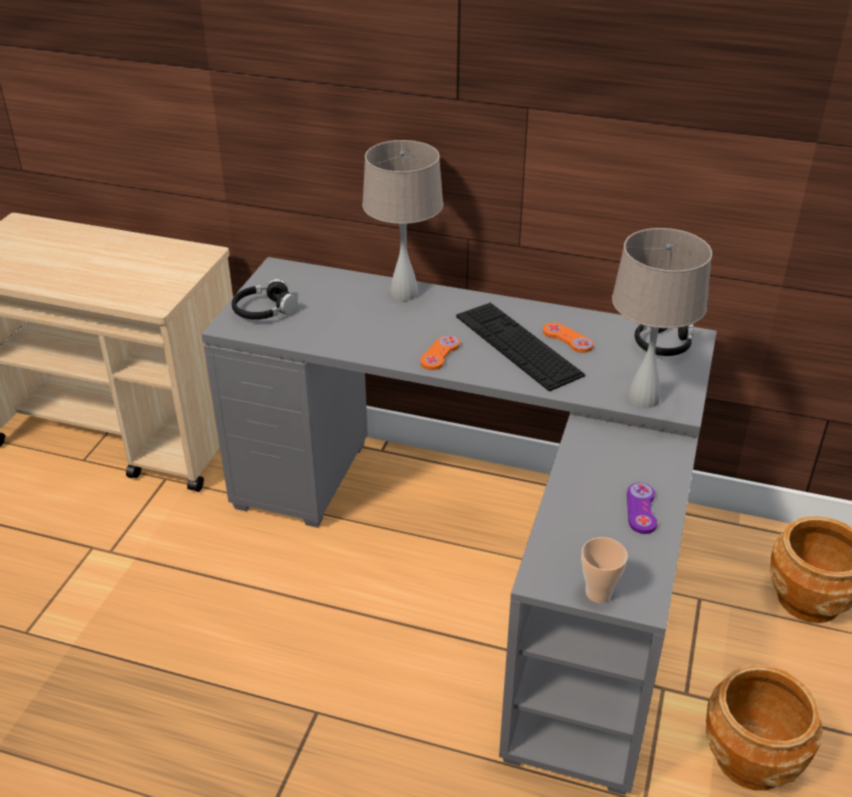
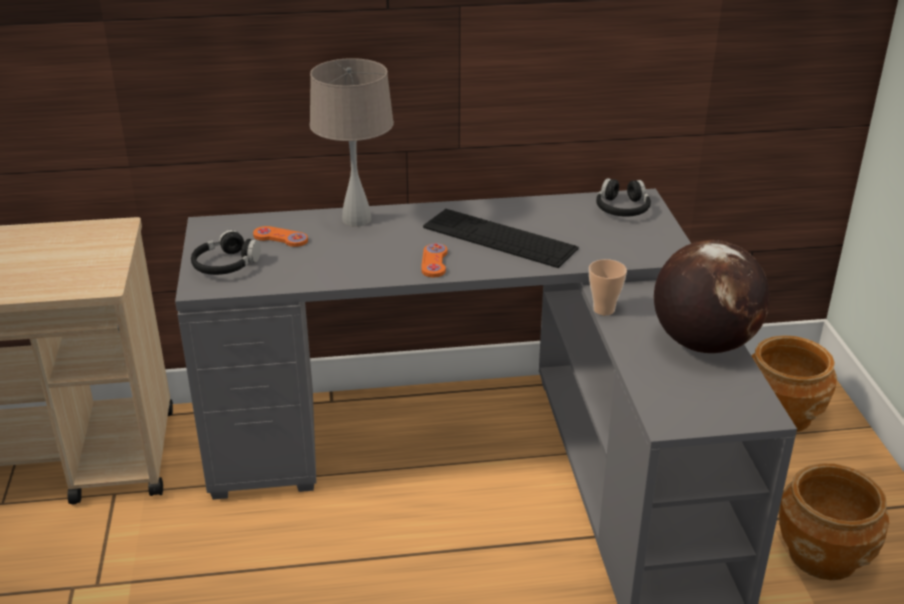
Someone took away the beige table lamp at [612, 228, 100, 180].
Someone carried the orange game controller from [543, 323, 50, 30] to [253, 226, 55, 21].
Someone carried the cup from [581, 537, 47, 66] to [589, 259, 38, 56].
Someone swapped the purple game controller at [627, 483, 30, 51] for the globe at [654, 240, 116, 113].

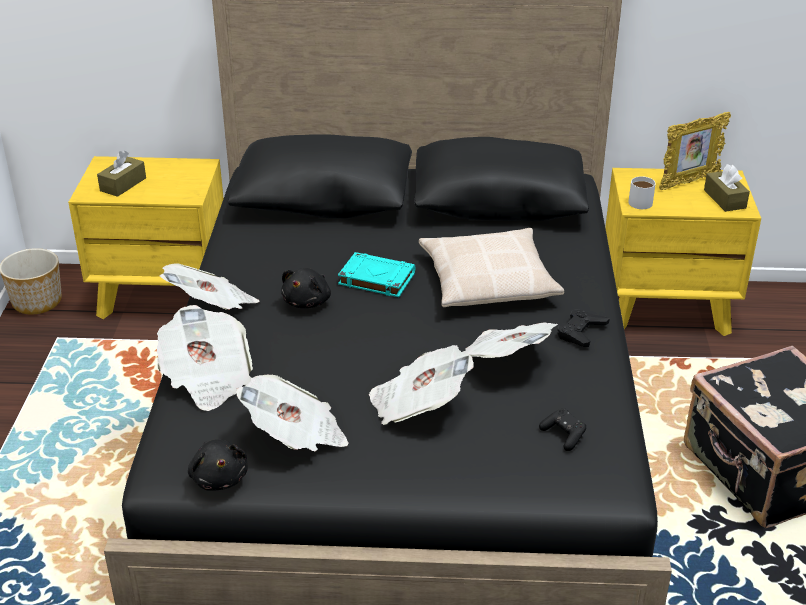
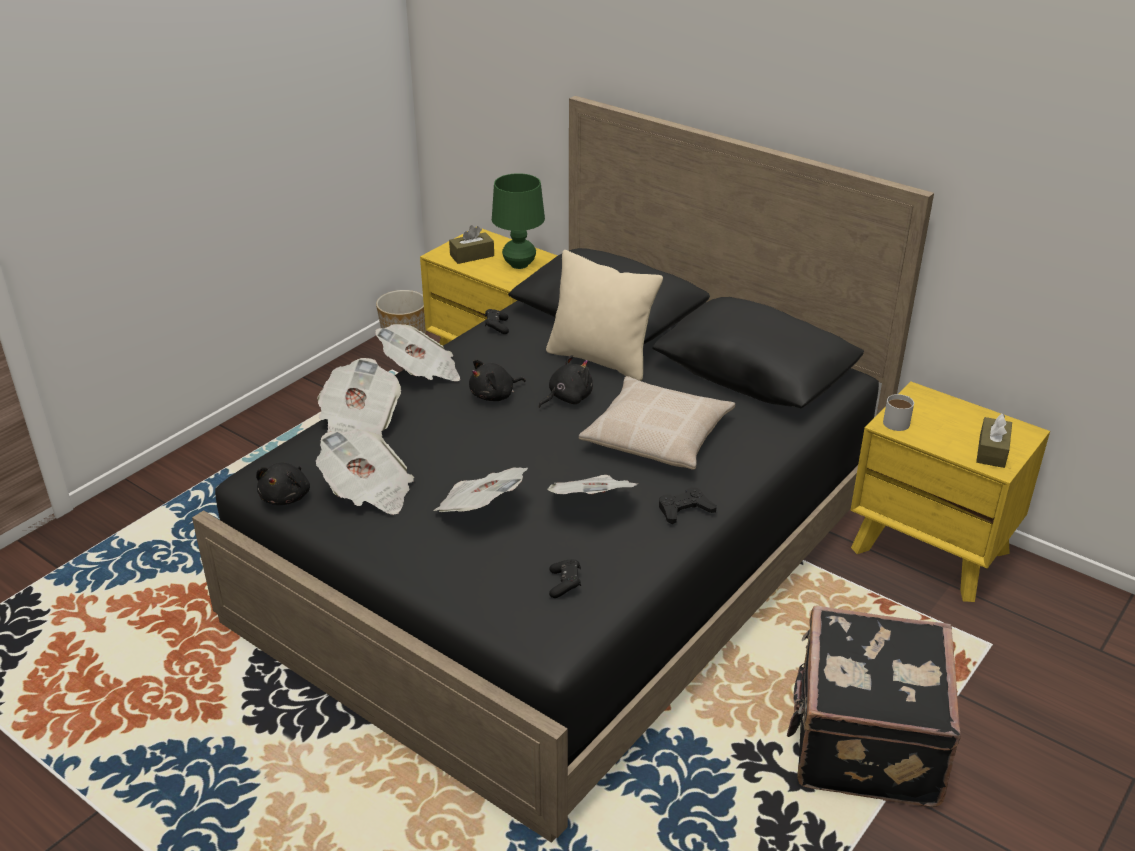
Someone took away the picture frame at [659, 112, 72, 78].
Someone put down the black game controller at [485, 309, 24, 25].
Someone put down the green table lamp at [492, 173, 53, 96].
Someone put down the beige pillow at [546, 250, 117, 131].
Someone swapped the turquoise book at [338, 252, 77, 45] for the black plush toy at [538, 355, 55, 53].

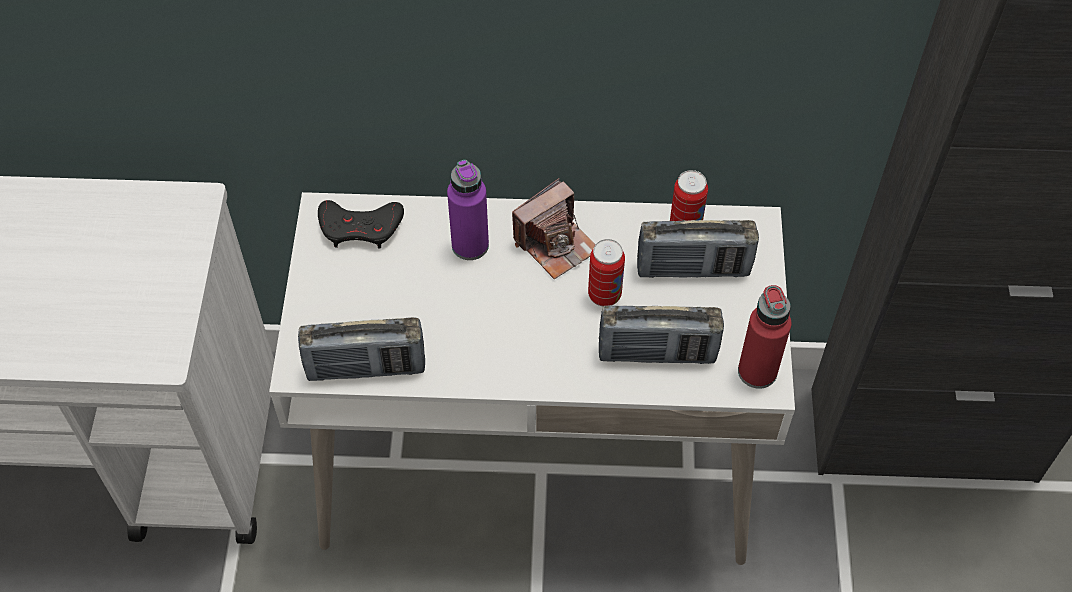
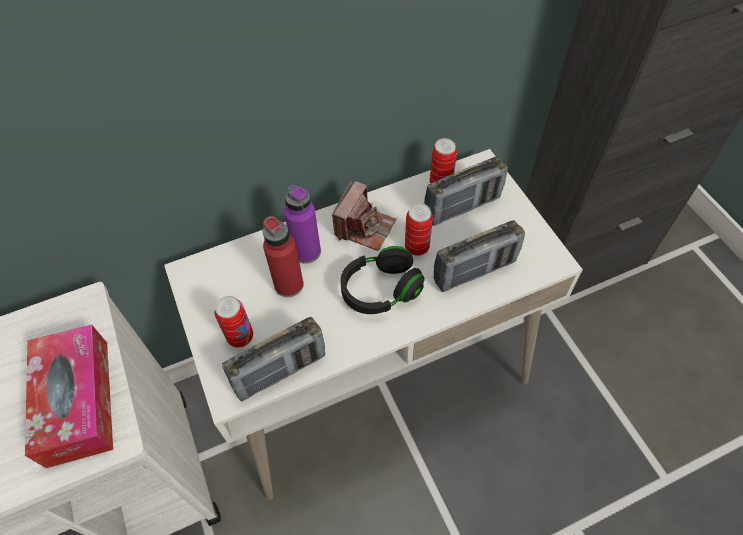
Someone took away the black game controller at [318, 200, 86, 49].
Someone put down the tissue box at [25, 325, 88, 143].
Someone put down the can at [215, 296, 38, 52].
Someone put down the black headphones at [340, 246, 85, 68].
Someone carried the red bottle from [738, 285, 53, 104] to [263, 216, 41, 81].

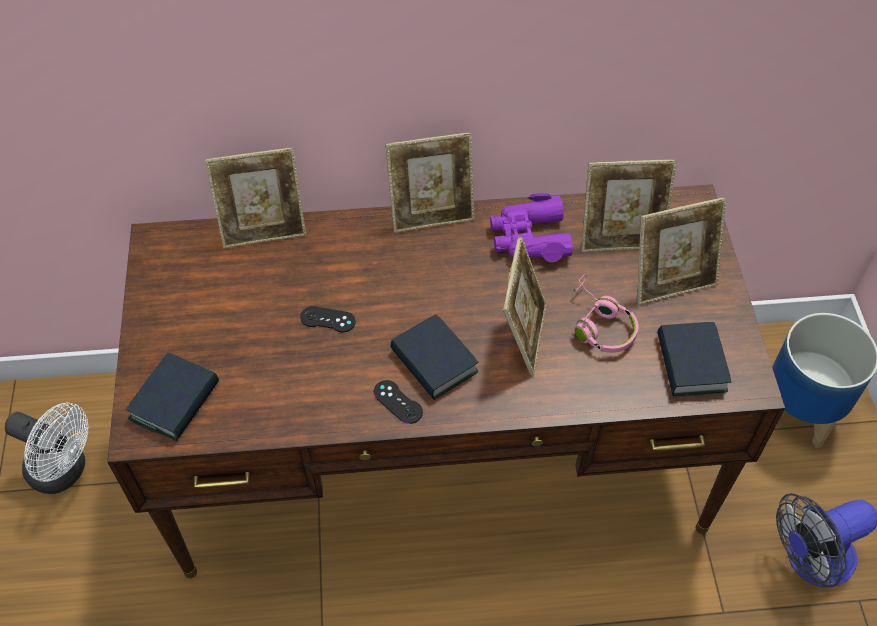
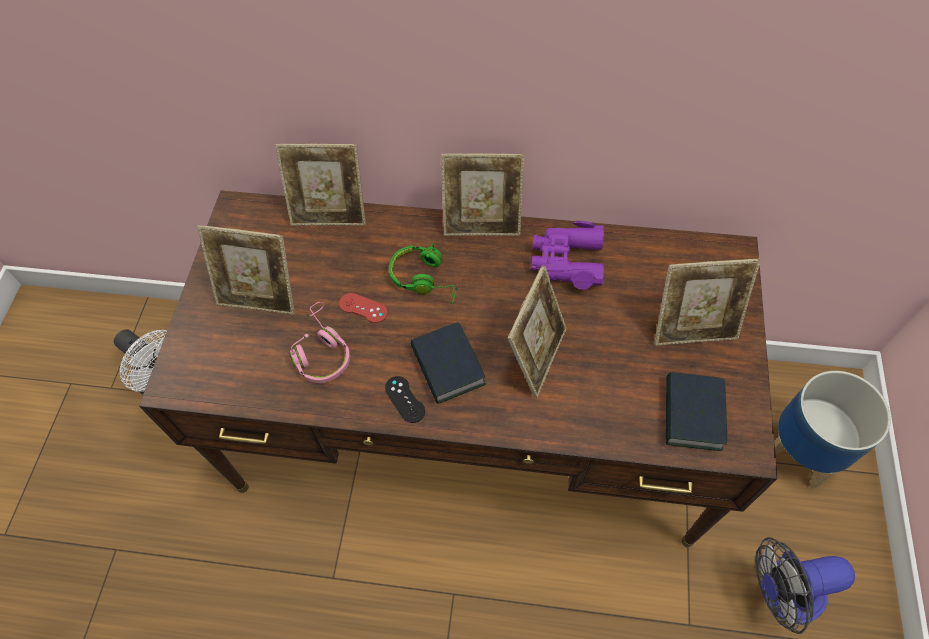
Someone took away the book at [126, 353, 93, 88].
Someone put down the green headphones at [389, 243, 69, 61].
Someone carried the pink headphones from [572, 274, 67, 79] to [289, 302, 61, 81].
Someone carried the picture frame from [581, 159, 96, 93] to [197, 225, 98, 90].
Someone repainted the black game controller at [300, 306, 56, 26], which became the red game controller at [339, 293, 49, 30].

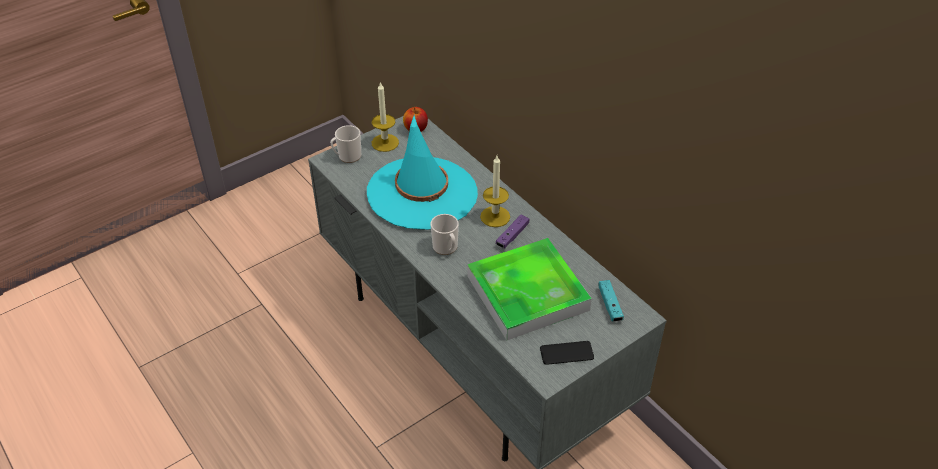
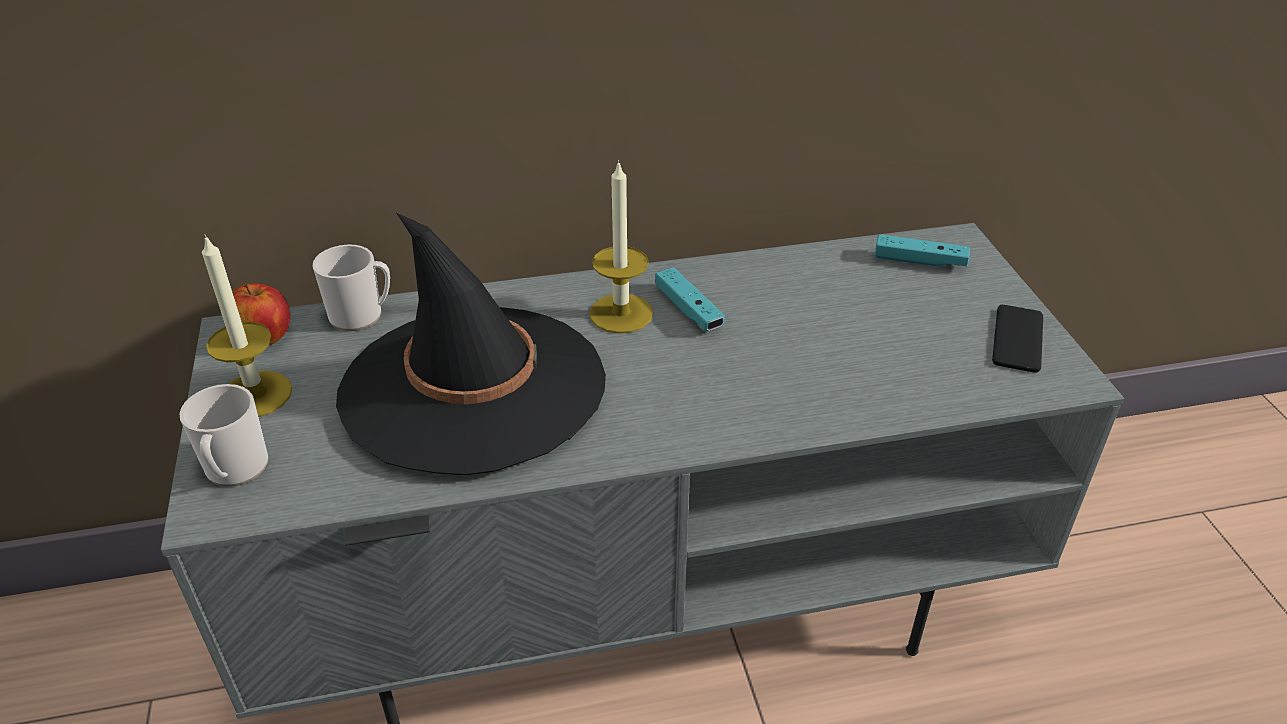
Someone took away the tray at [467, 238, 125, 103].
Someone carried the mug from [430, 214, 29, 41] to [313, 245, 77, 86].
Someone repainted the turquoise hat at [367, 116, 111, 114], which became the black hat at [336, 212, 270, 263].
Someone repainted the purple game controller at [496, 215, 33, 34], which became the turquoise game controller at [655, 267, 70, 64].

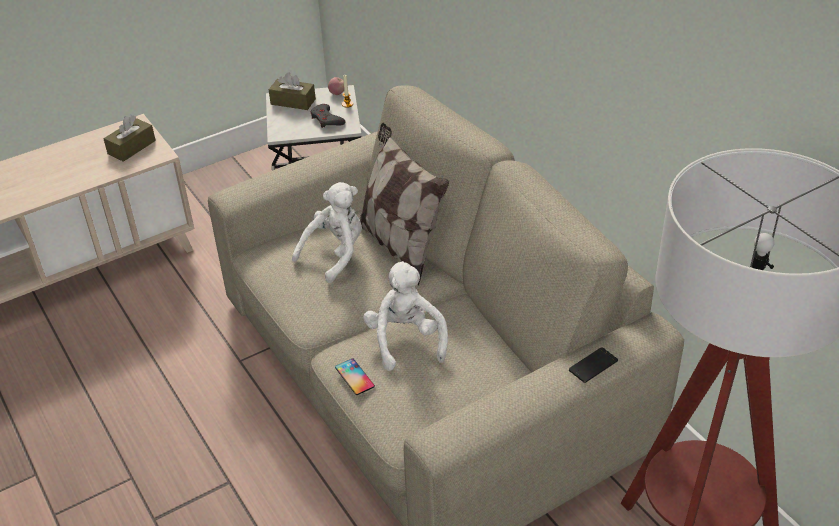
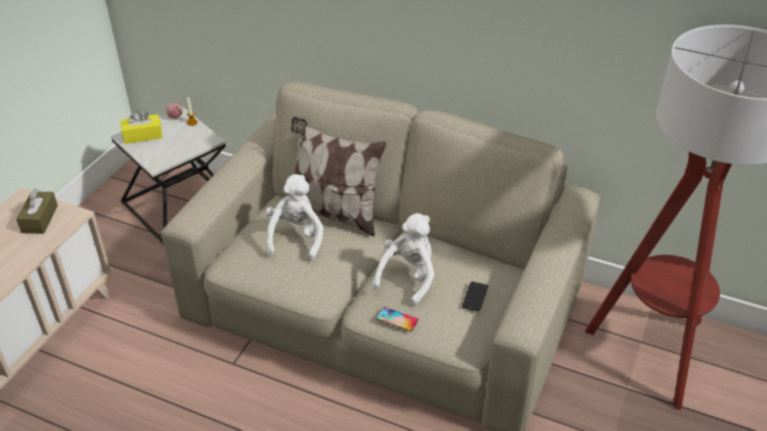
Someone took away the grey game controller at [310, 104, 35, 24].
Someone carried the phone from [569, 347, 49, 36] to [462, 281, 26, 31].
Someone repainted the brown tissue box at [269, 72, 47, 38], which became the yellow tissue box at [121, 110, 42, 34].
Someone rotated the white plush toy at [363, 261, 85, 110] by 75 degrees clockwise.

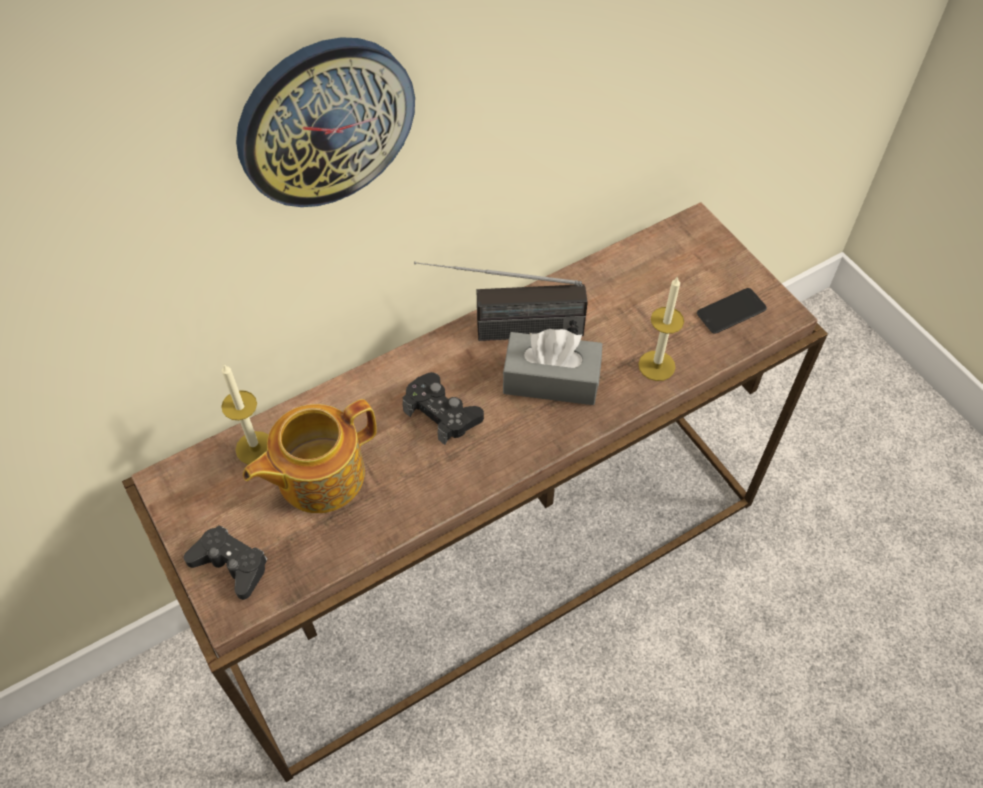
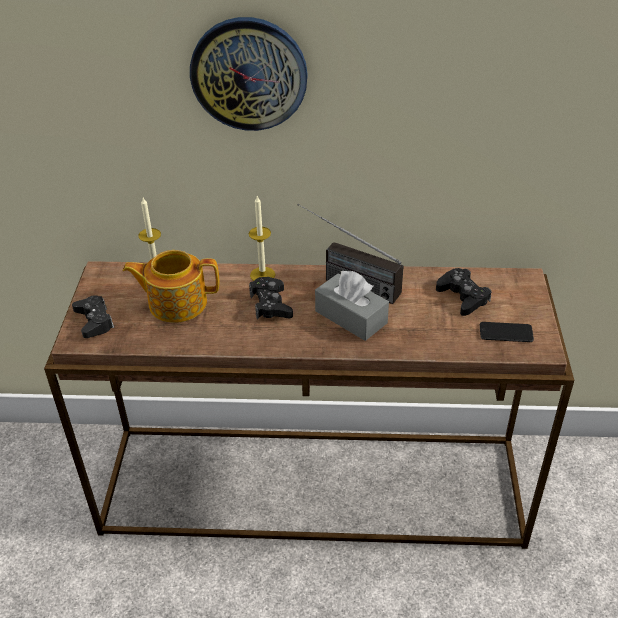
Someone put down the black game controller at [436, 268, 55, 48].
Someone carried the candle from [638, 276, 46, 105] to [249, 196, 26, 85].

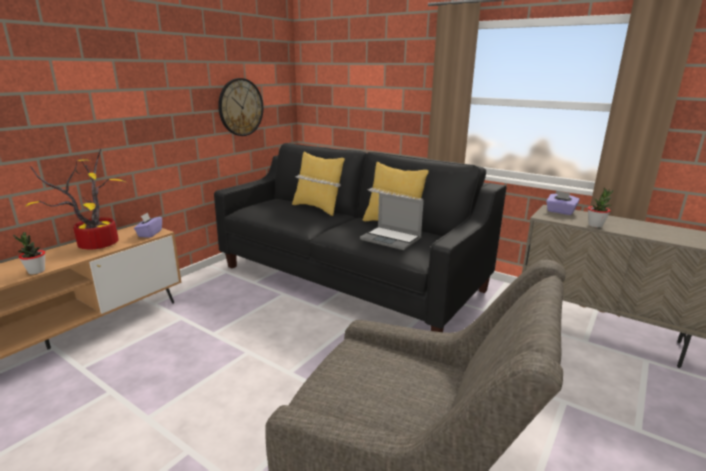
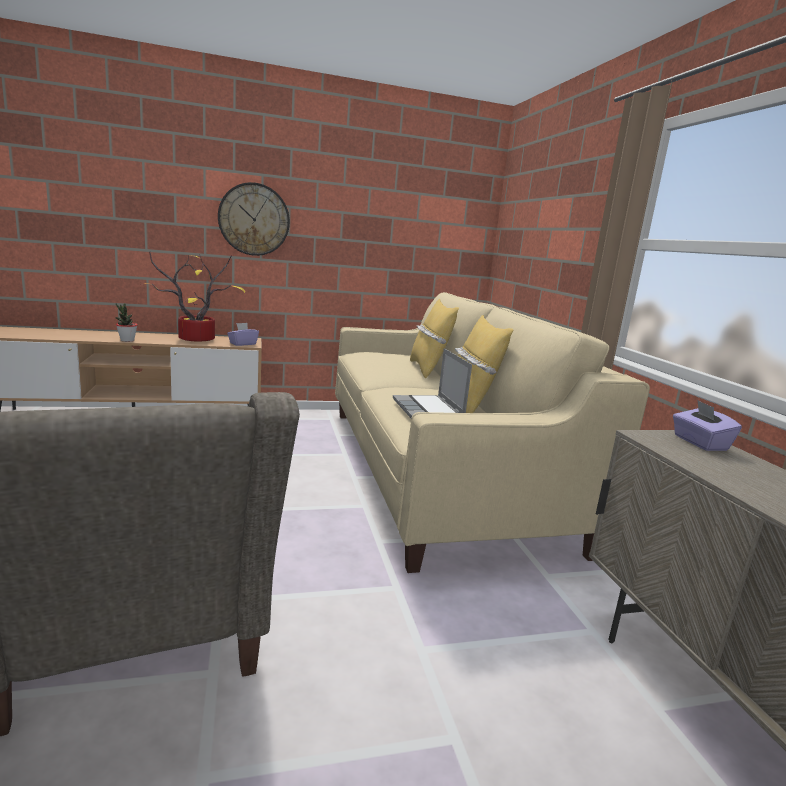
Someone took away the potted plant at [588, 188, 25, 40].
Someone carried the wall clock from [218, 78, 45, 58] to [218, 182, 72, 74].
Someone repainted the black sofa at [214, 143, 292, 189], which became the beige sofa at [335, 292, 315, 281].

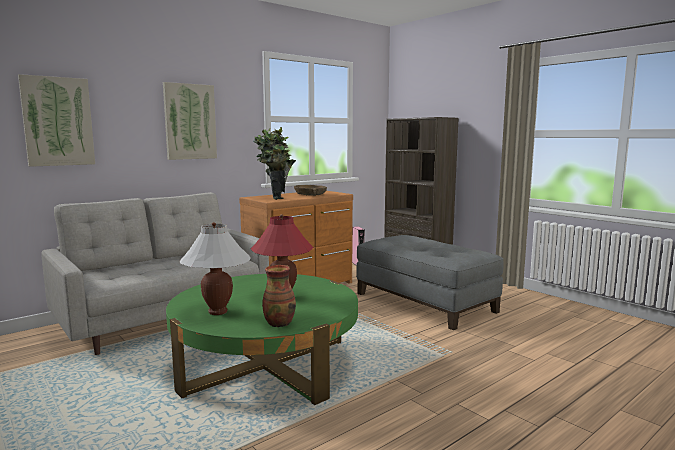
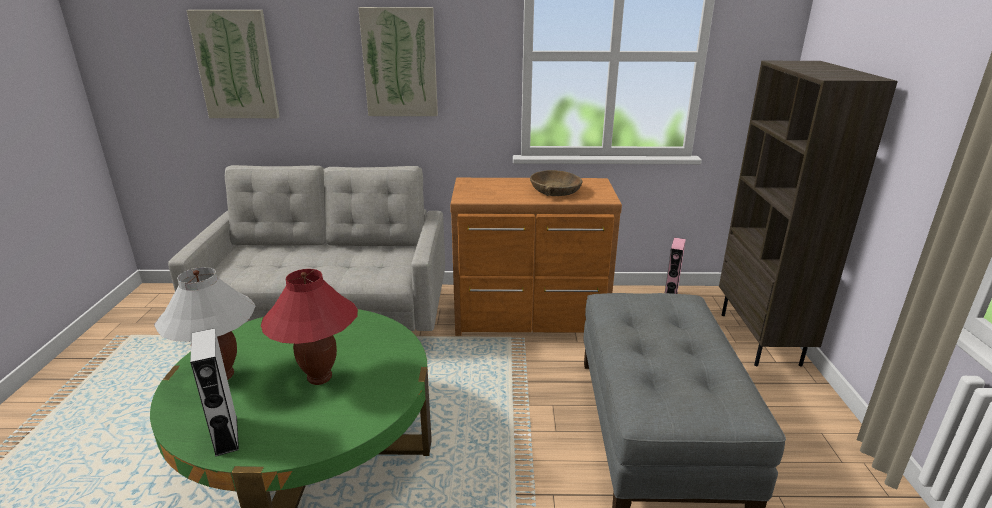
Someone took away the potted plant at [253, 127, 43, 73].
Someone swapped the vase at [262, 265, 34, 62] for the grey speaker at [190, 328, 49, 128].

